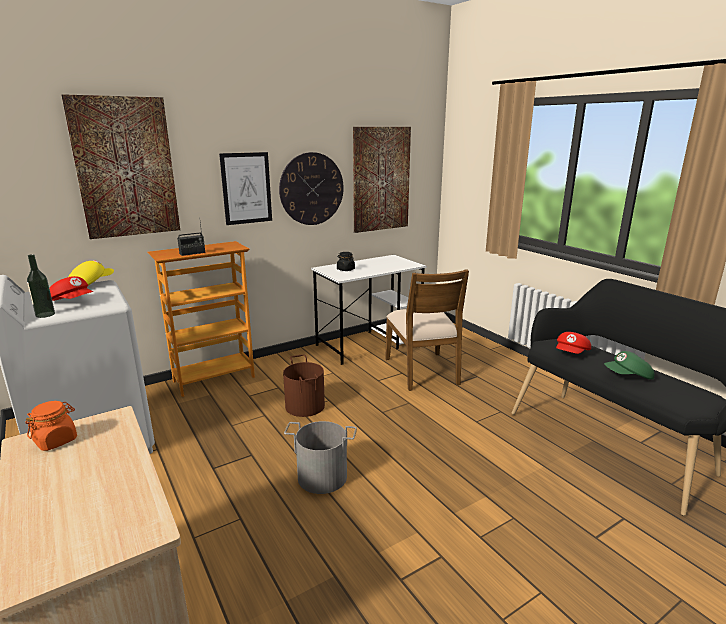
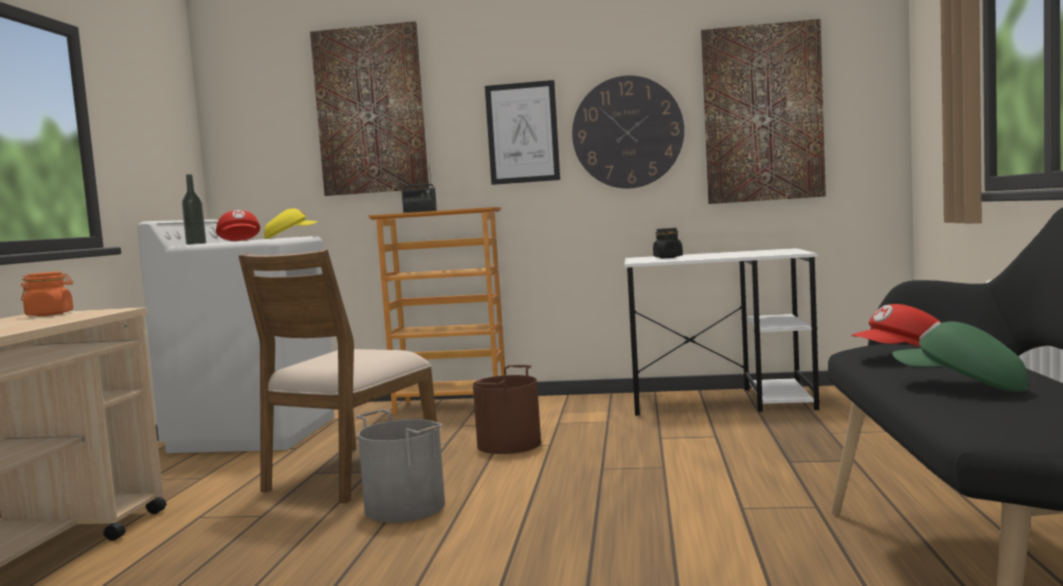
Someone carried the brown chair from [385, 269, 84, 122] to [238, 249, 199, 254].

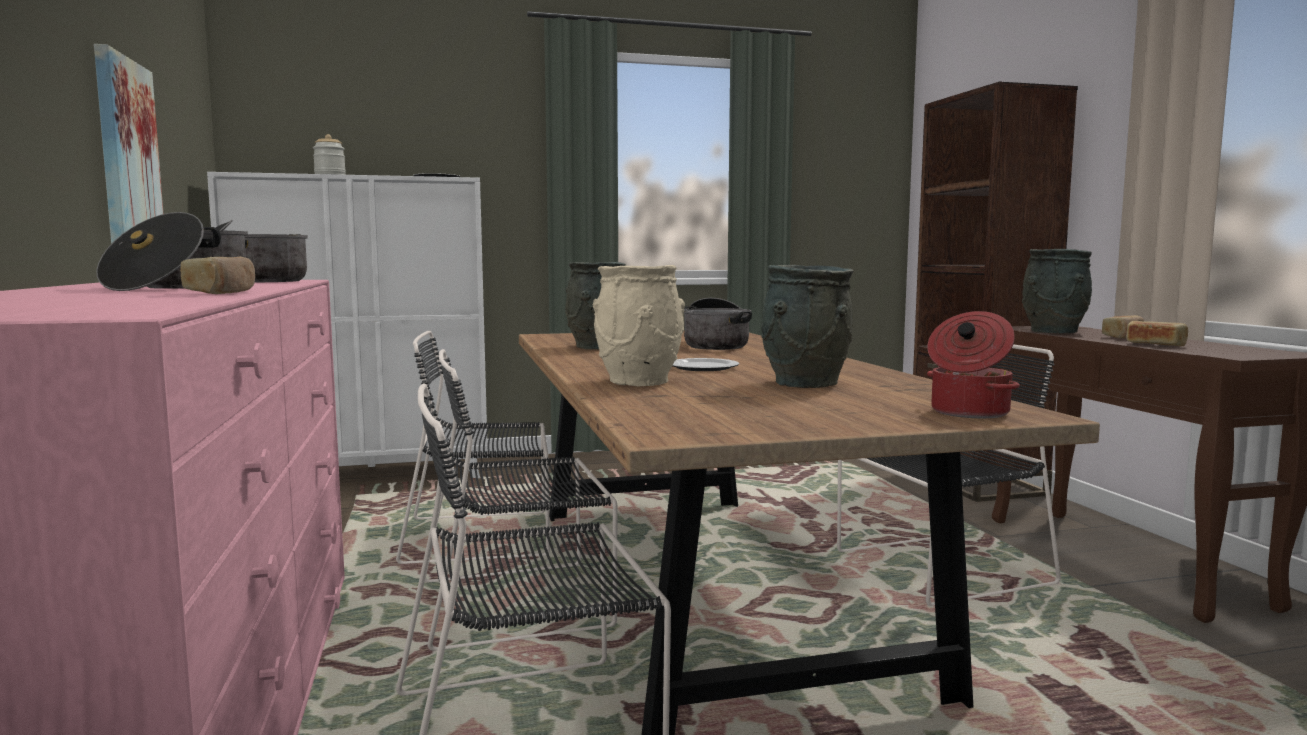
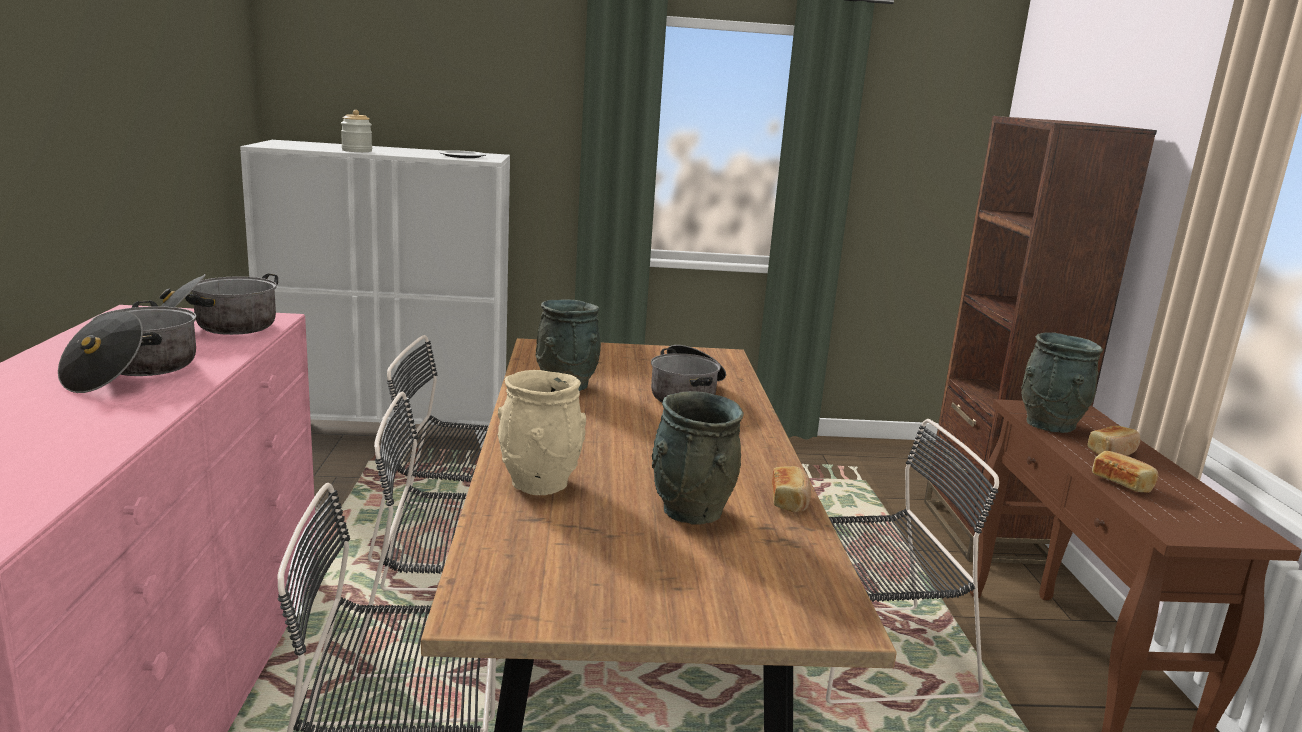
Someone took away the picture at [94, 44, 69, 200].
Someone took away the plate at [672, 358, 67, 13].
Someone took away the cooking pot at [927, 311, 93, 107].
Someone carried the bread from [180, 257, 75, 37] to [772, 466, 39, 47].

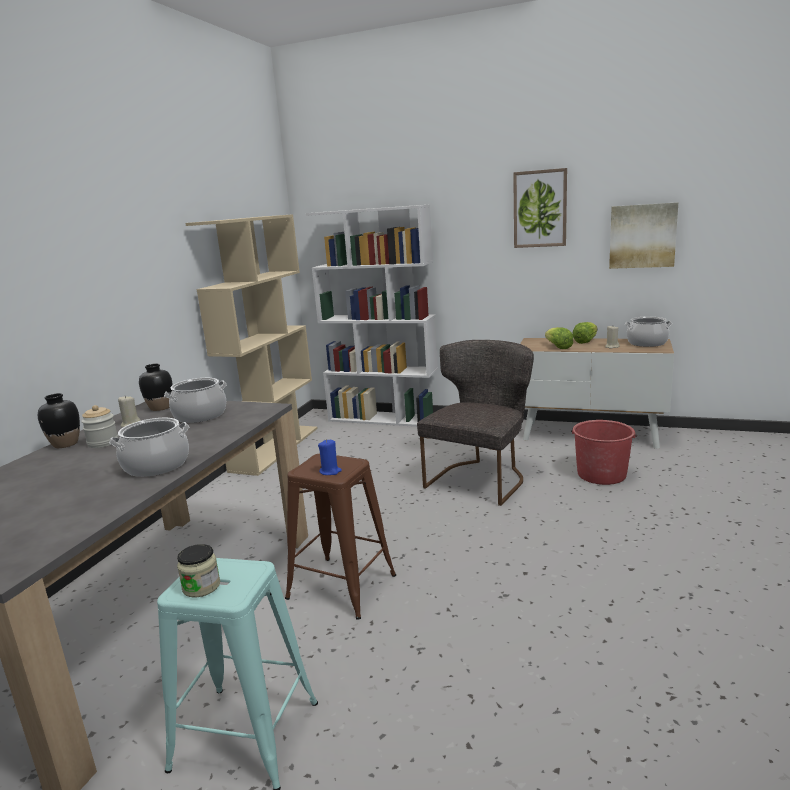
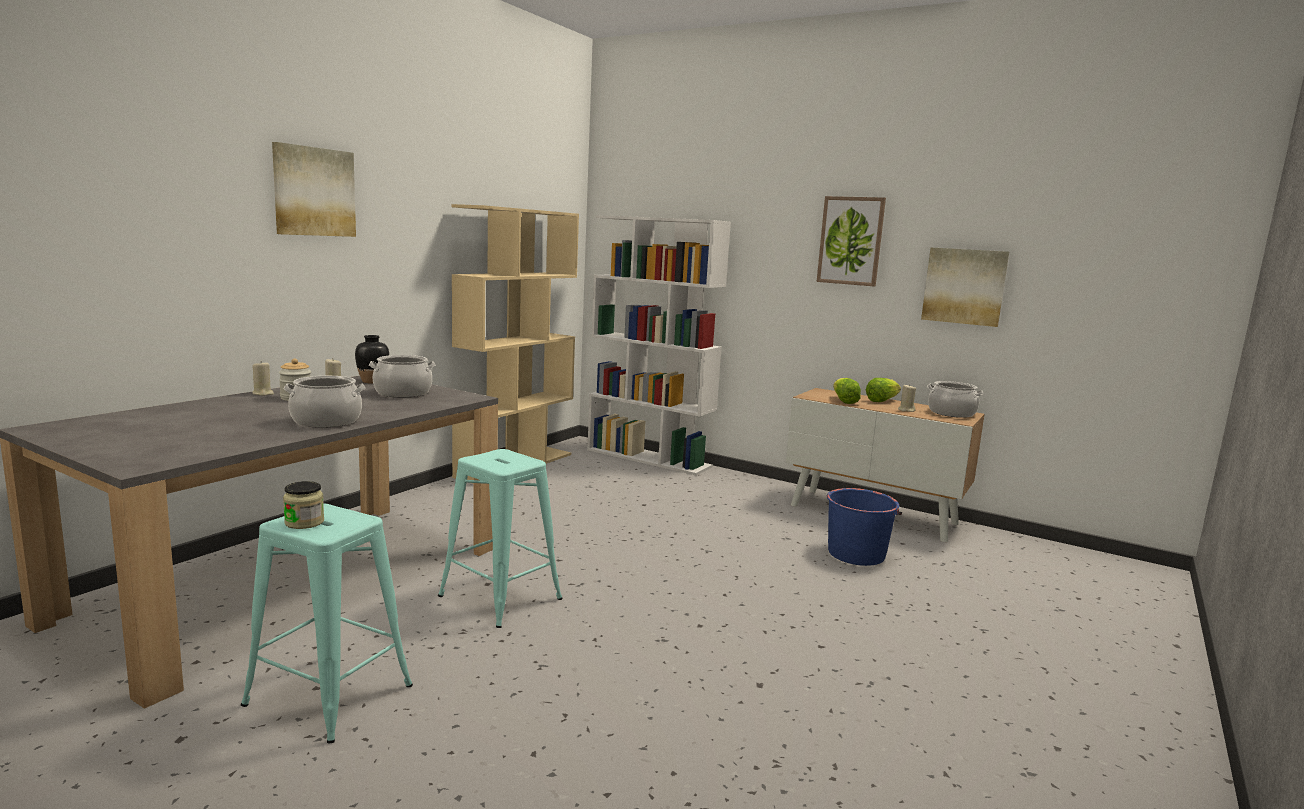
Someone took away the blue candle at [318, 439, 24, 36].
Someone took away the grey chair at [417, 340, 117, 166].
Someone put up the picture at [272, 142, 84, 95].
Someone swapped the black vase at [38, 393, 42, 55] for the beige candle at [252, 361, 22, 35].
Someone repainted the brown stool at [285, 453, 111, 167], which became the turquoise stool at [438, 449, 125, 179].
Someone repainted the red bucket at [571, 420, 66, 65], which became the blue bucket at [827, 488, 75, 78].

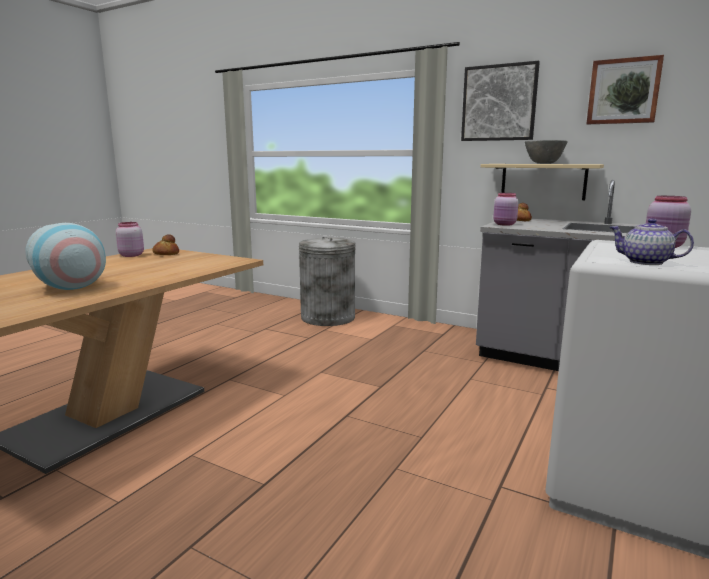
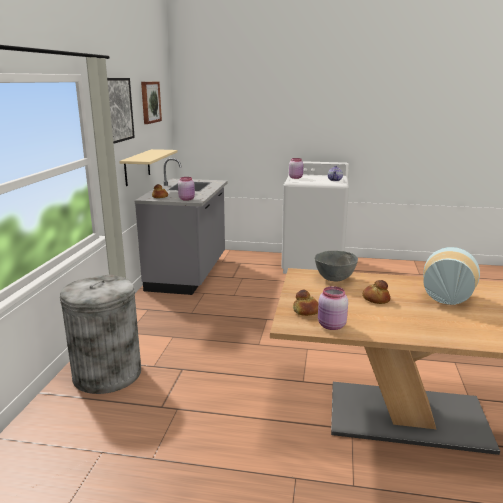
Someone put down the bread at [363, 280, 27, 24].
Someone carried the grey bowl from [525, 140, 43, 24] to [315, 251, 43, 30].

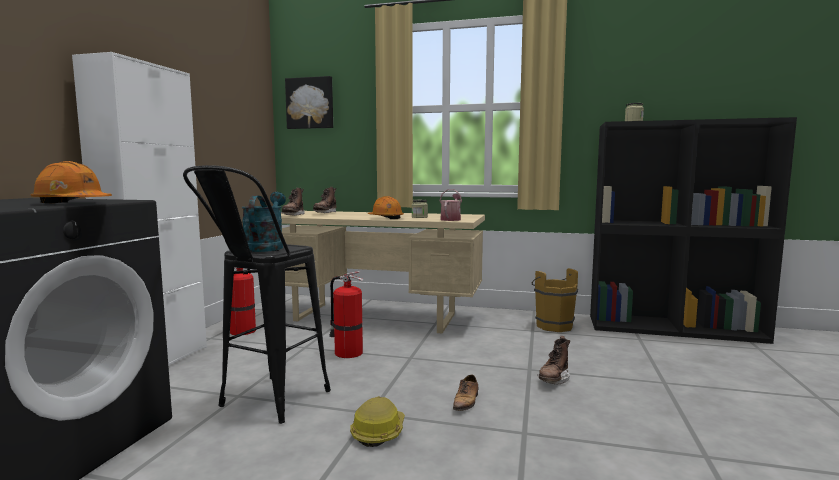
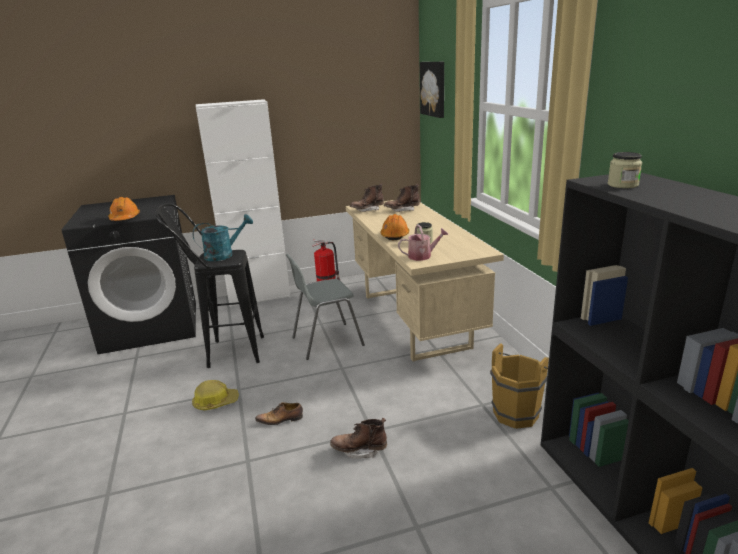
Someone swapped the fire extinguisher at [329, 271, 34, 87] for the grey chair at [286, 254, 79, 106].

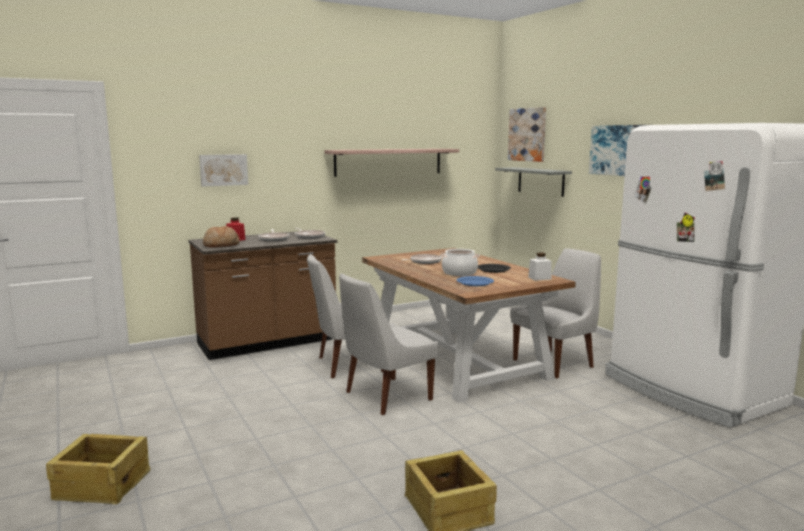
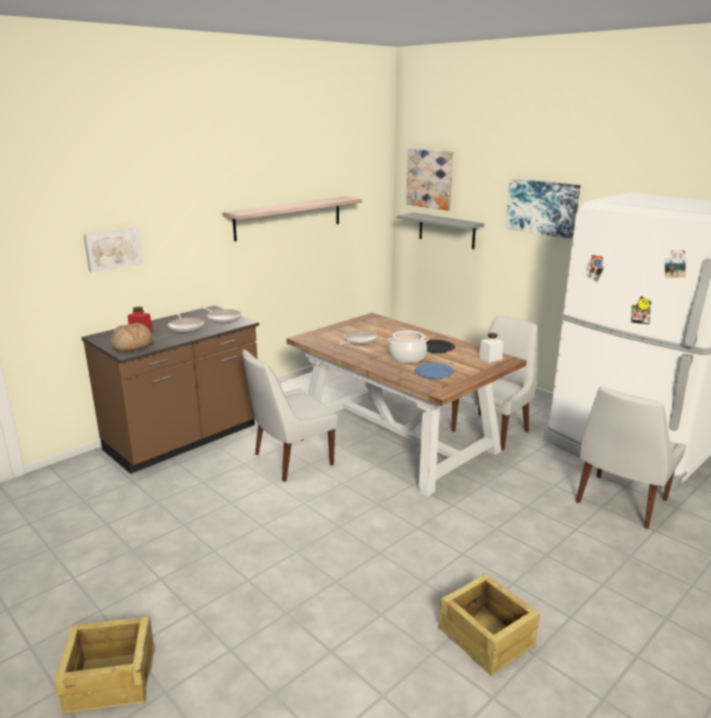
Someone carried the white chair from [339, 273, 100, 142] to [575, 387, 111, 142].

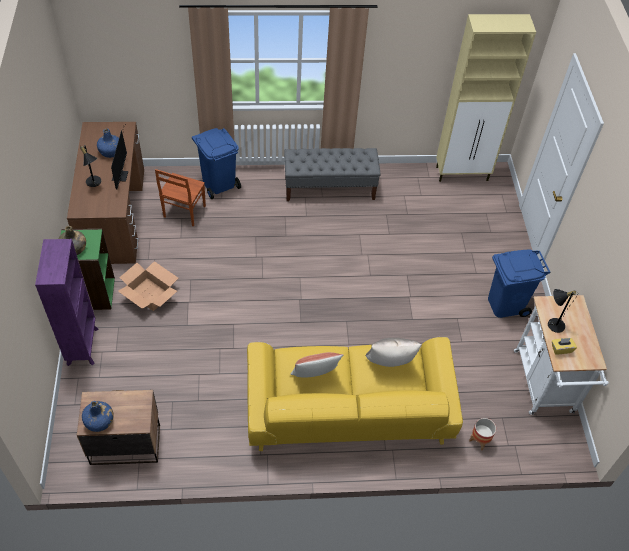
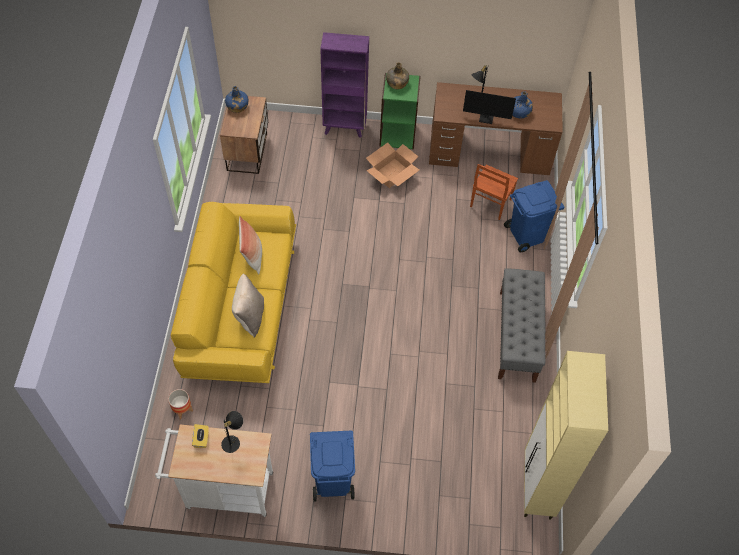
Someone rotated the brown chair at [155, 169, 51, 58] by 90 degrees counterclockwise.

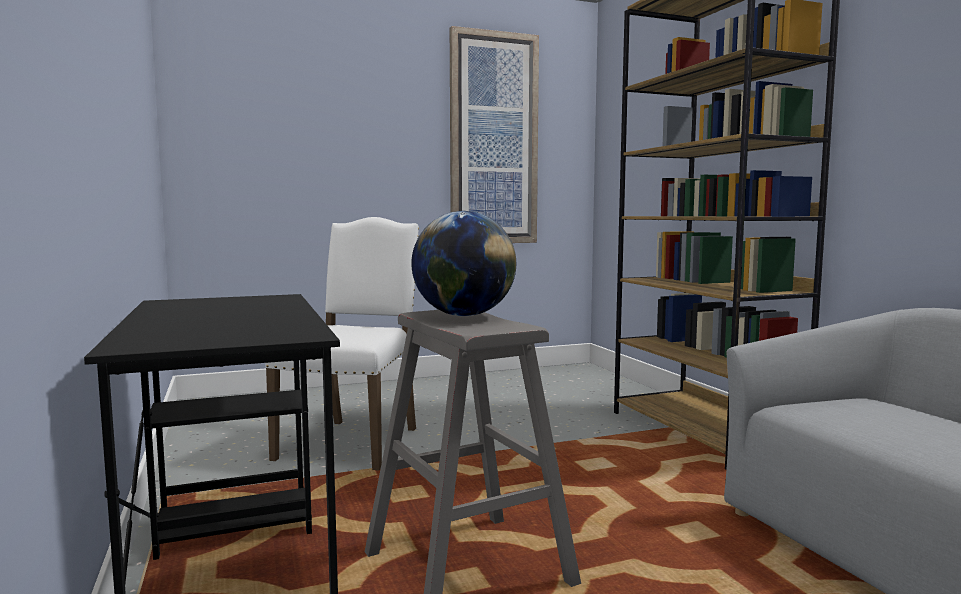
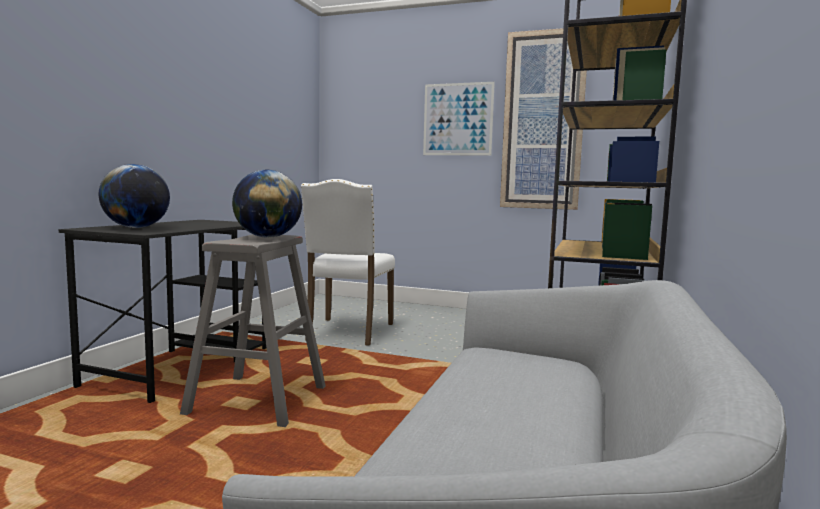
Someone put down the globe at [99, 164, 71, 64].
Someone put up the picture at [423, 82, 72, 73].
Someone rotated the white chair at [265, 217, 154, 254] by 135 degrees clockwise.

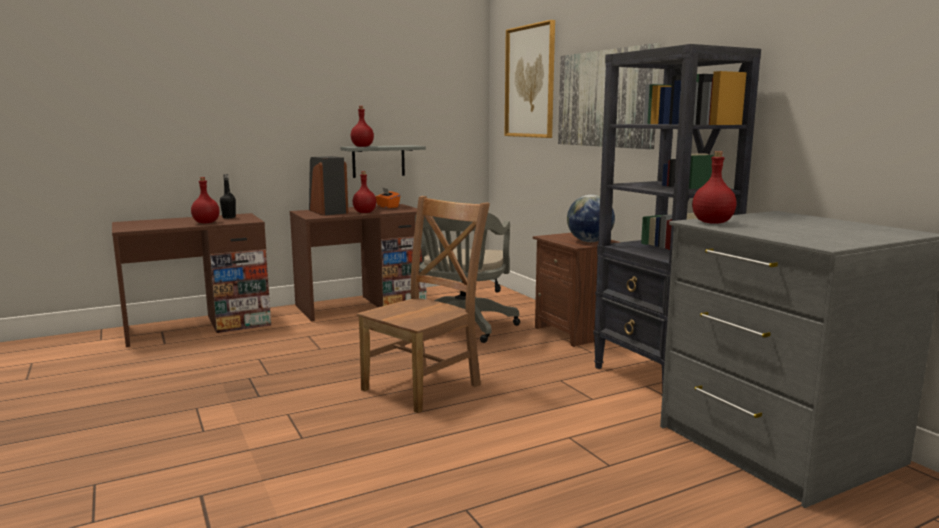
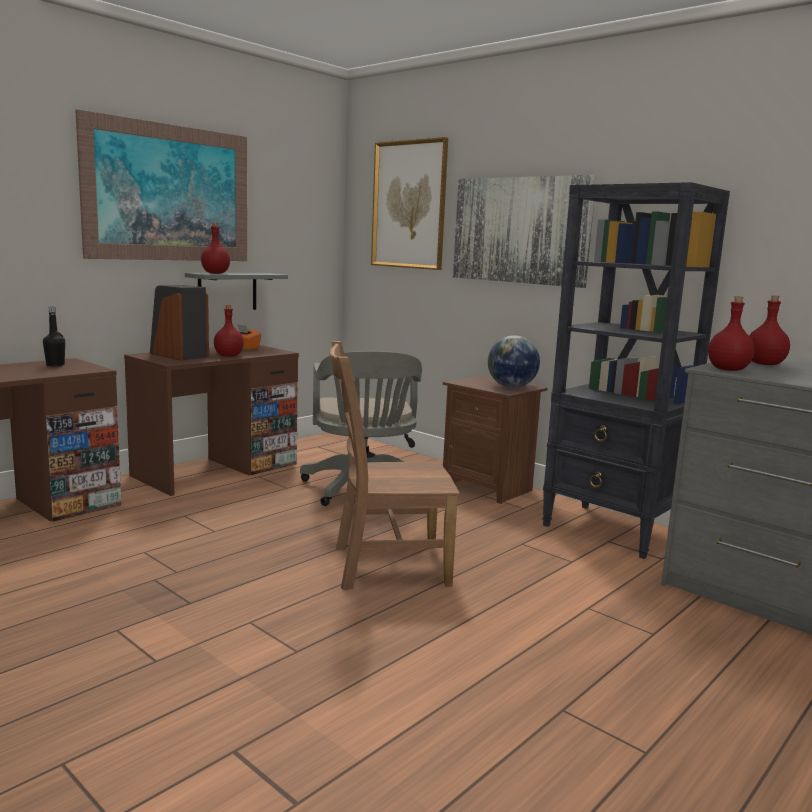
Someone put up the picture at [75, 109, 172, 152].
Someone carried the red bottle from [191, 177, 29, 46] to [749, 295, 41, 70].
Someone rotated the brown chair at [357, 196, 133, 217] by 120 degrees counterclockwise.

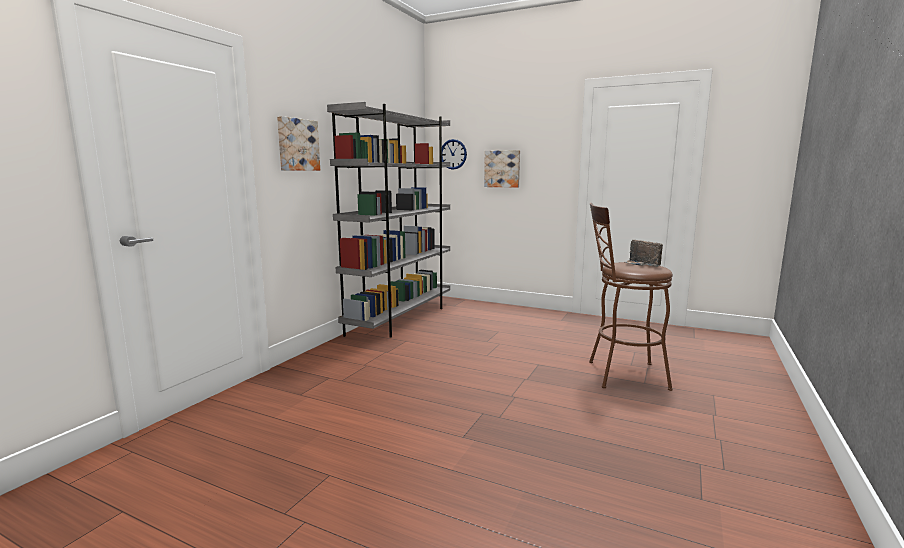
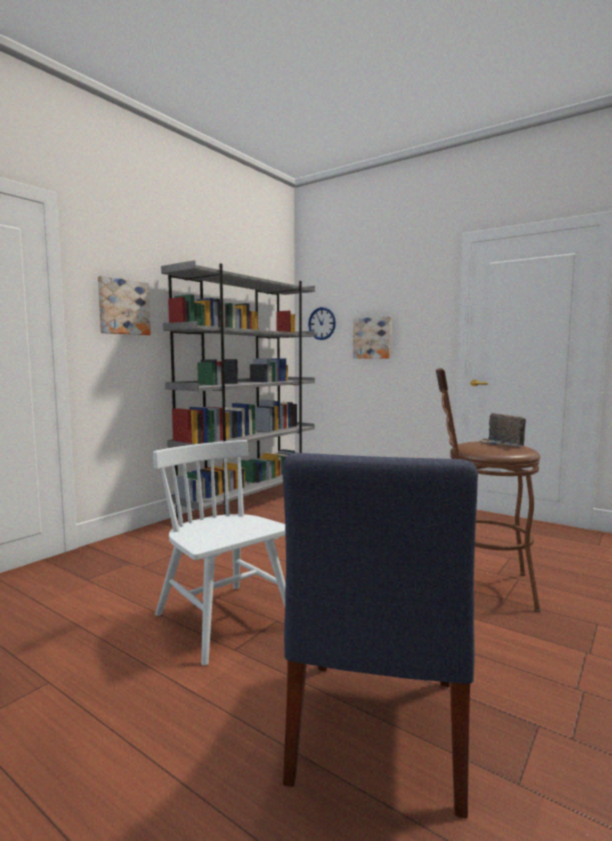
Someone put down the white chair at [153, 440, 133, 226].
Someone put down the blue chair at [282, 453, 196, 366].

